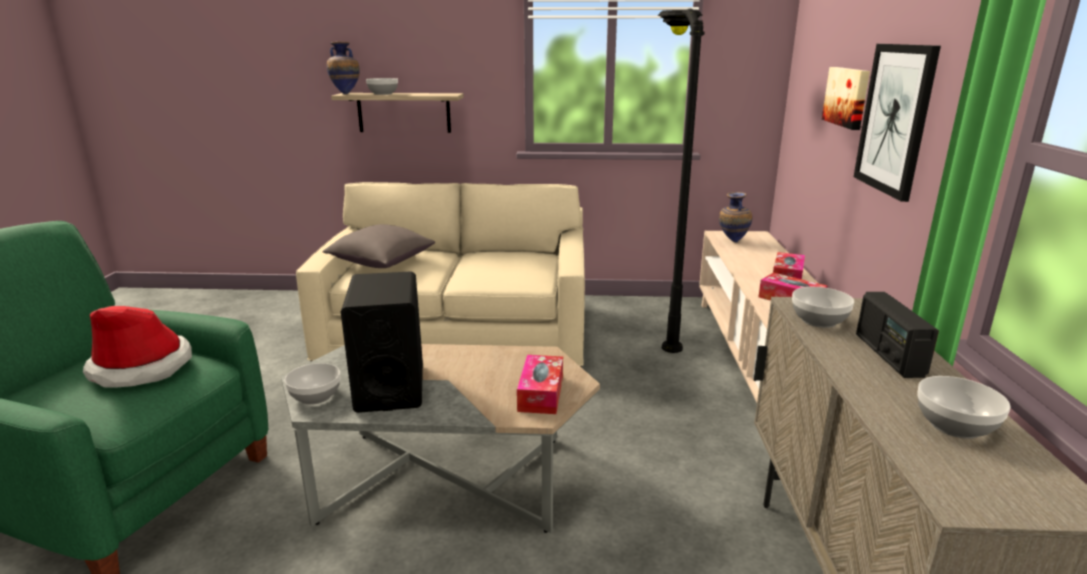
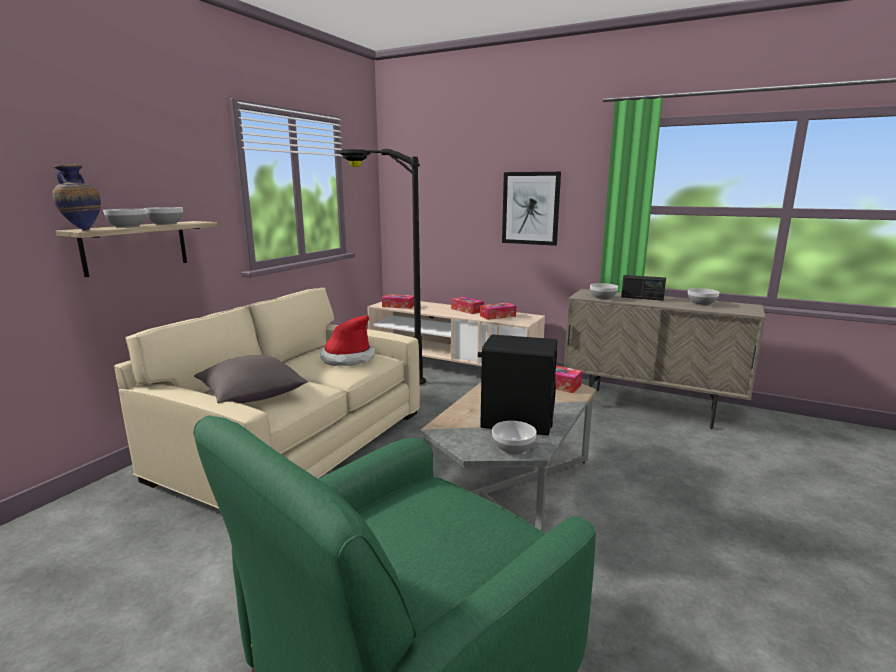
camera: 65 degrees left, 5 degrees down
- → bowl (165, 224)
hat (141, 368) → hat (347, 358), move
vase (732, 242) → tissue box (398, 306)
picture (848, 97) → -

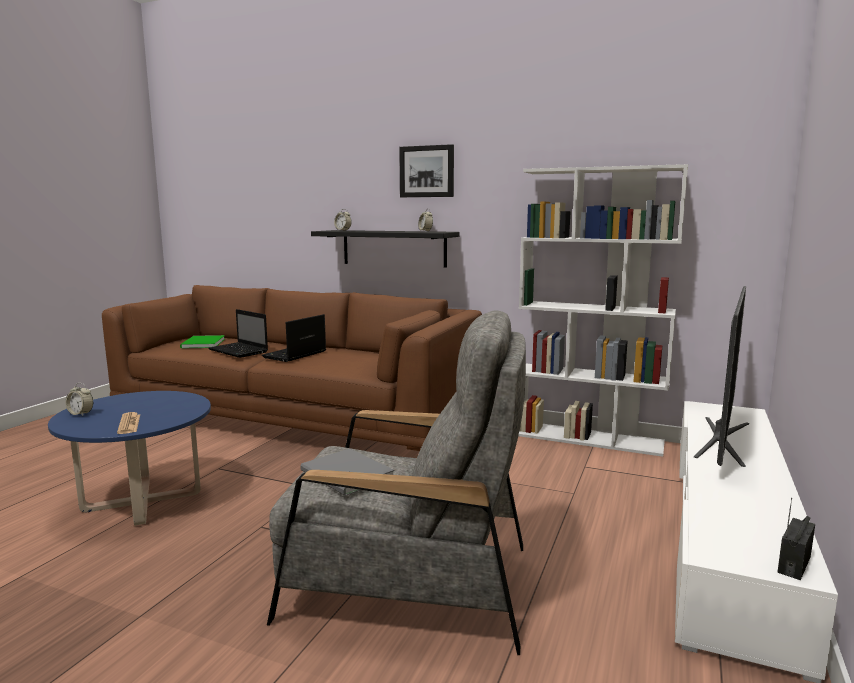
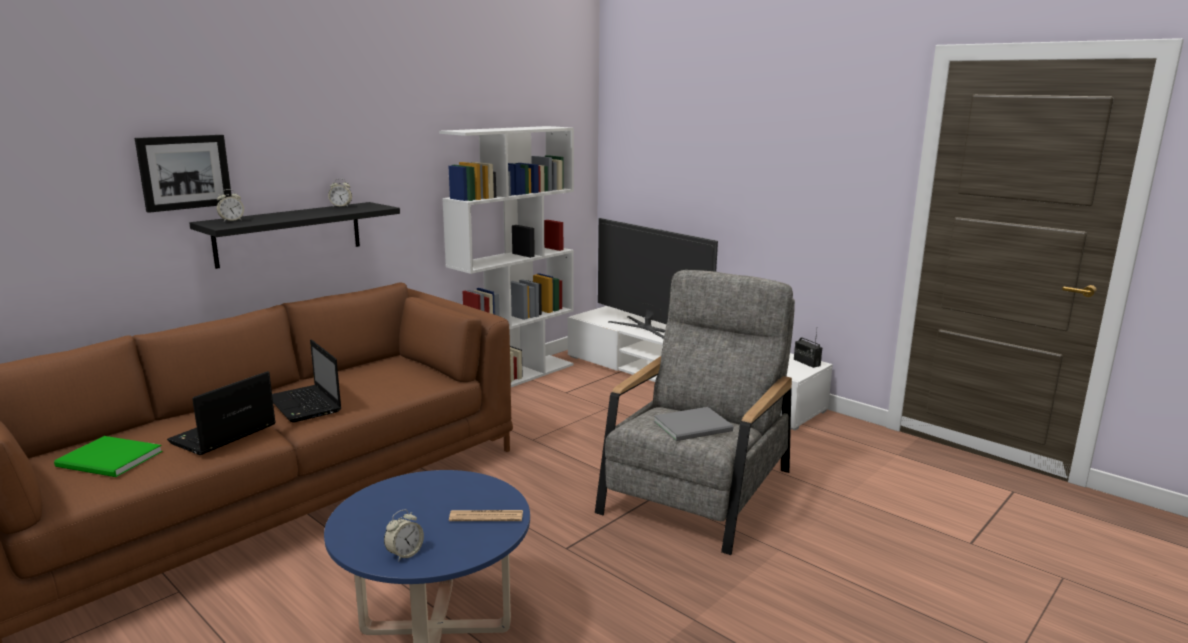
camera: 70 degrees left, 5 degrees up
picture (427, 171) → picture (184, 172), move
laptop (239, 351) → laptop (222, 435), 150 degrees clockwise

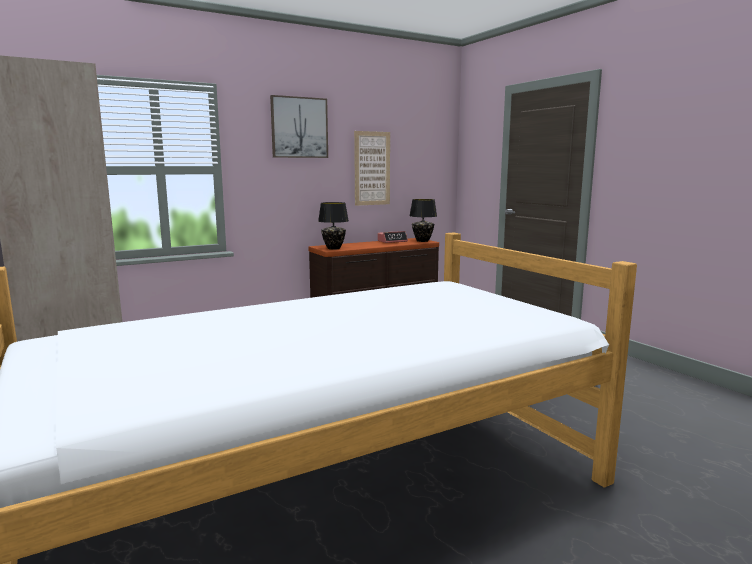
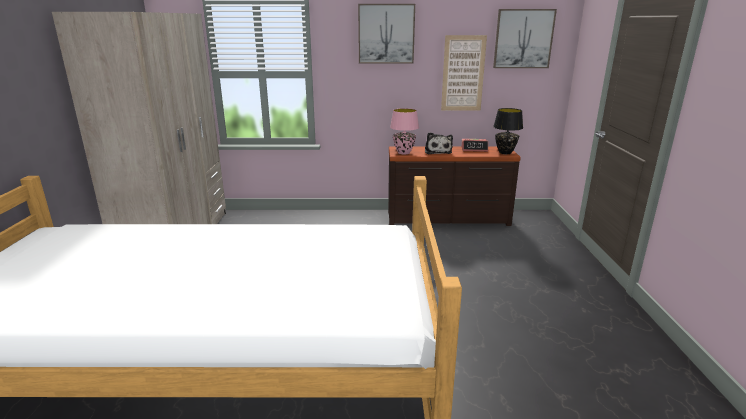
camera: 30 degrees right, 10 degrees up
black table lamp (333, 248) → pink table lamp (404, 152)
- → plush toy (437, 151)
- → picture (523, 39)

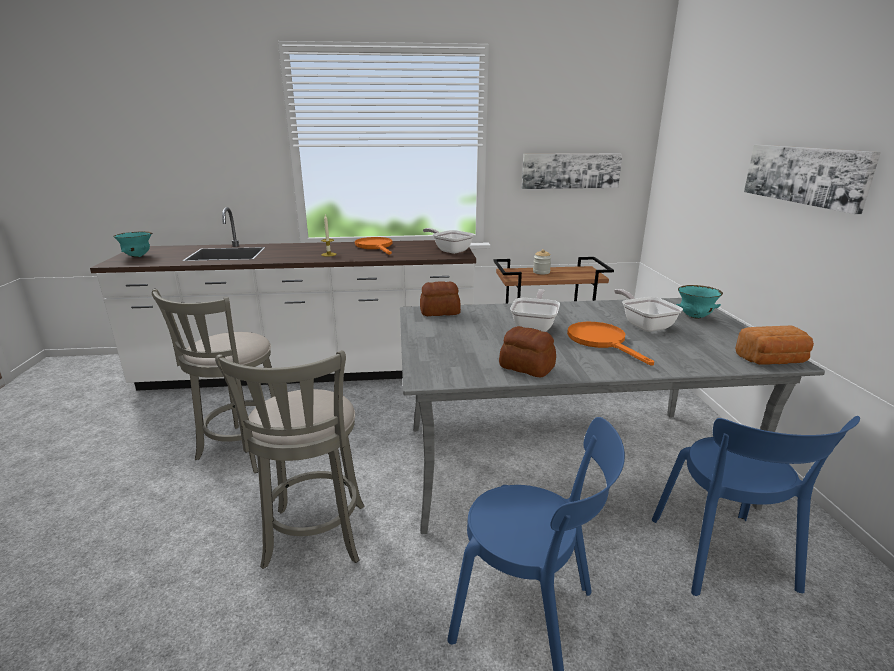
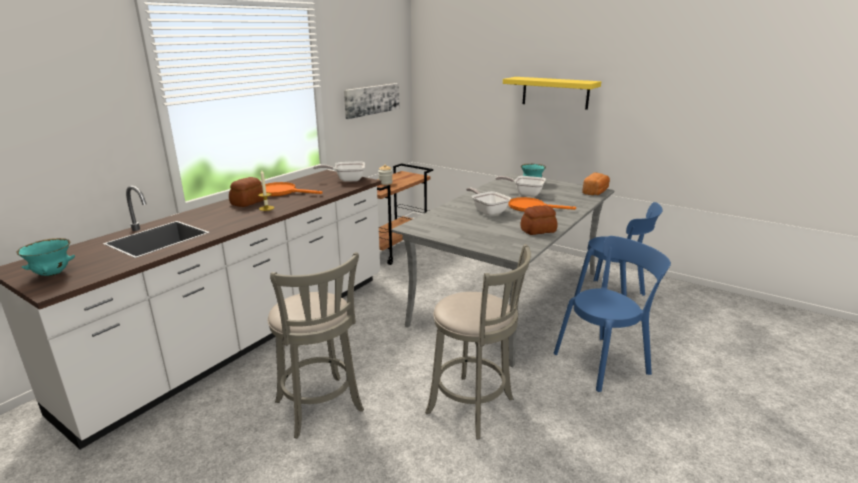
camera: 50 degrees left, 0 degrees up
bread (439, 312) → bread (247, 202), move
picture (805, 175) → yellow shelf (555, 92)

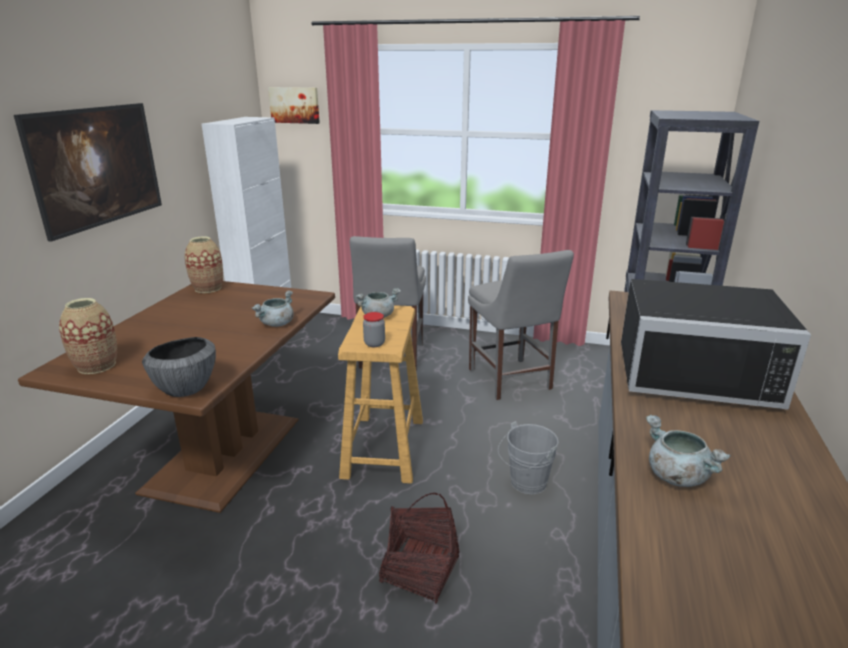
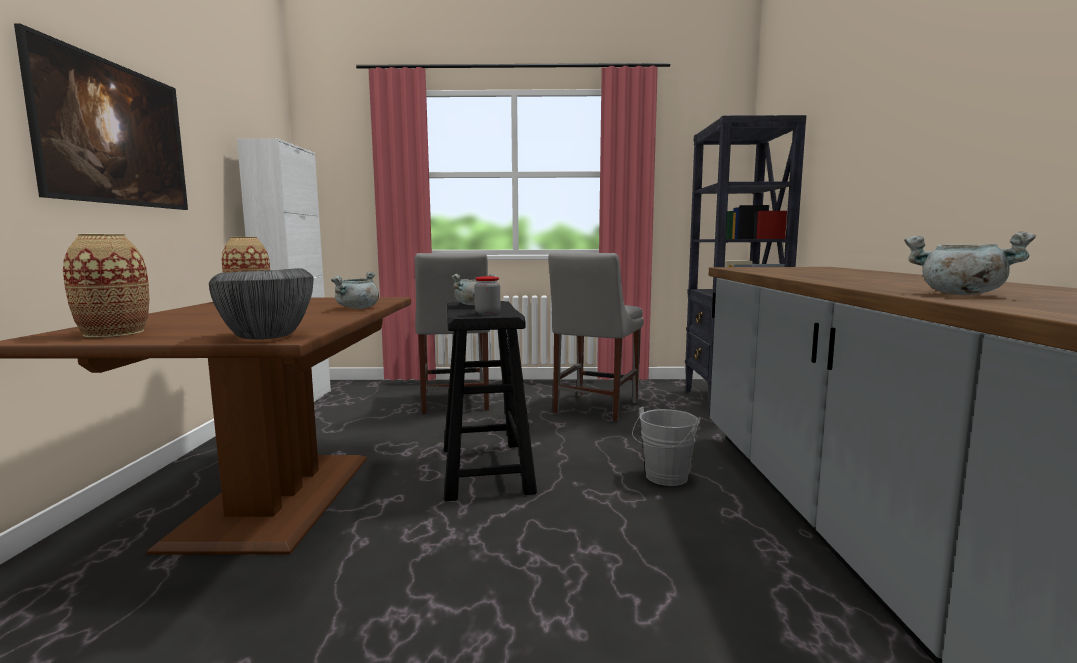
camera: 15 degrees left, 15 degrees down
beige stool (383, 448) → black stool (485, 470)
grey chair (511, 381) → grey chair (594, 408), 60 degrees clockwise
picture (295, 105) → -
basket (419, 570) → -
black microwave (693, 371) → -

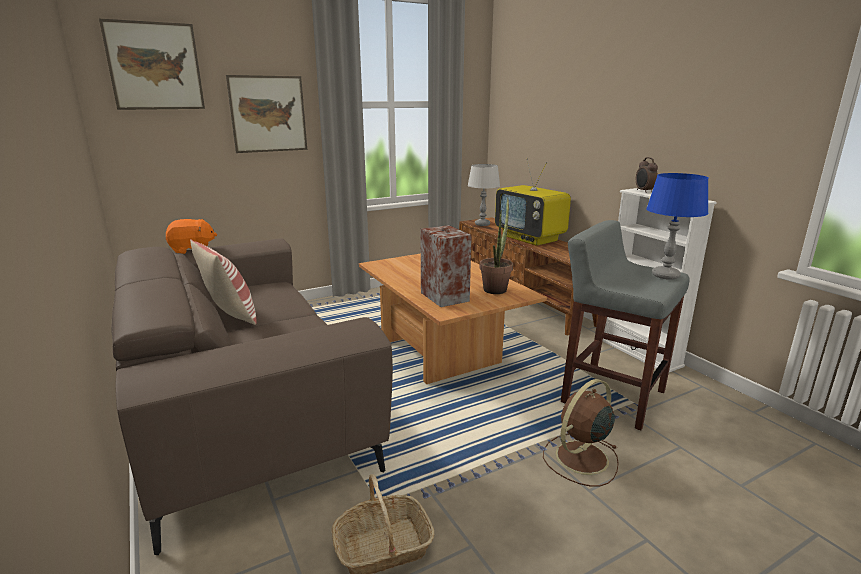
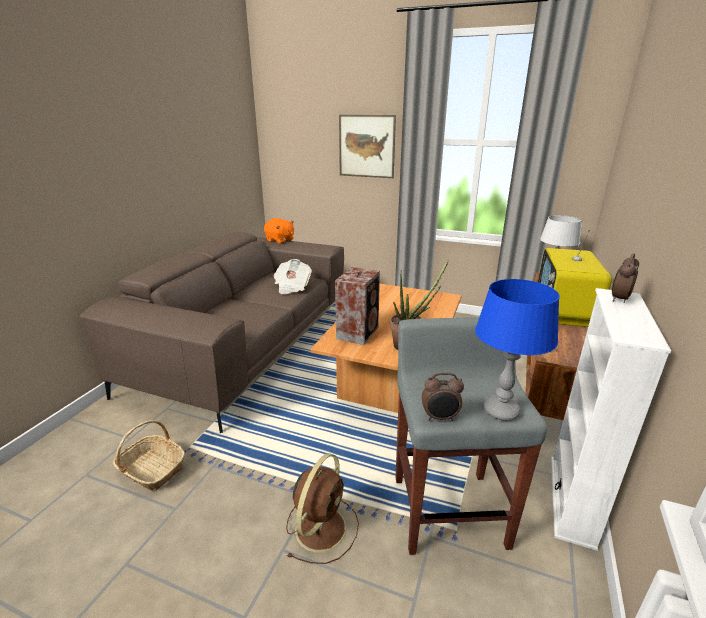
camera: 50 degrees right, 5 degrees up
- → newspaper (292, 287)
brown fan (580, 458) → brown fan (322, 526), 105 degrees clockwise
- → alarm clock (440, 418)
picture (155, 66) → -
pillow (231, 314) → -

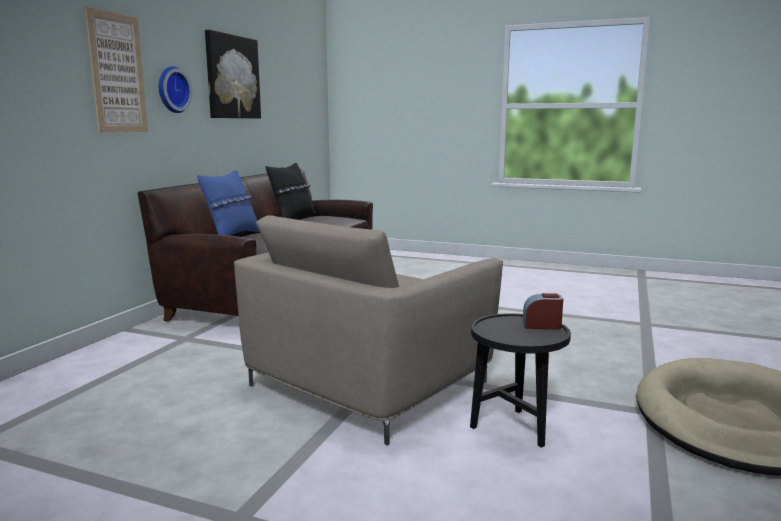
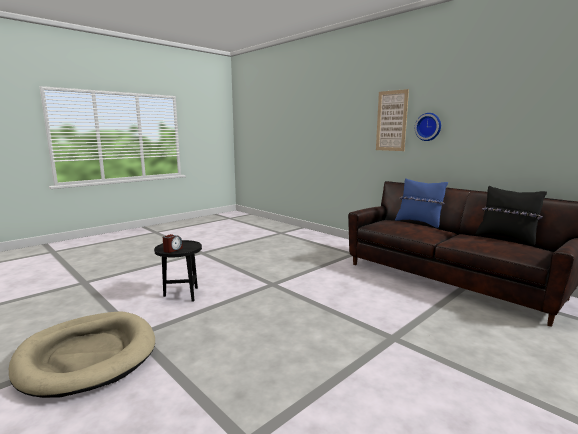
camera: 115 degrees right, 0 degrees up
picture (232, 77) → -
beige armchair (367, 383) → -

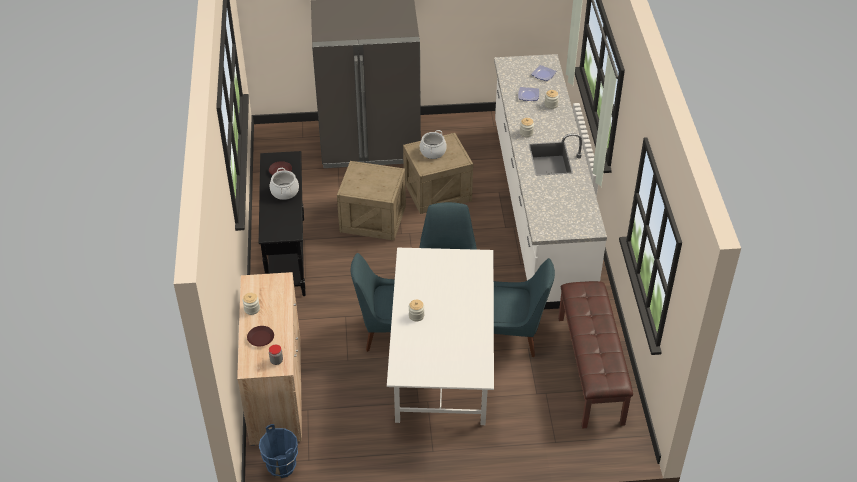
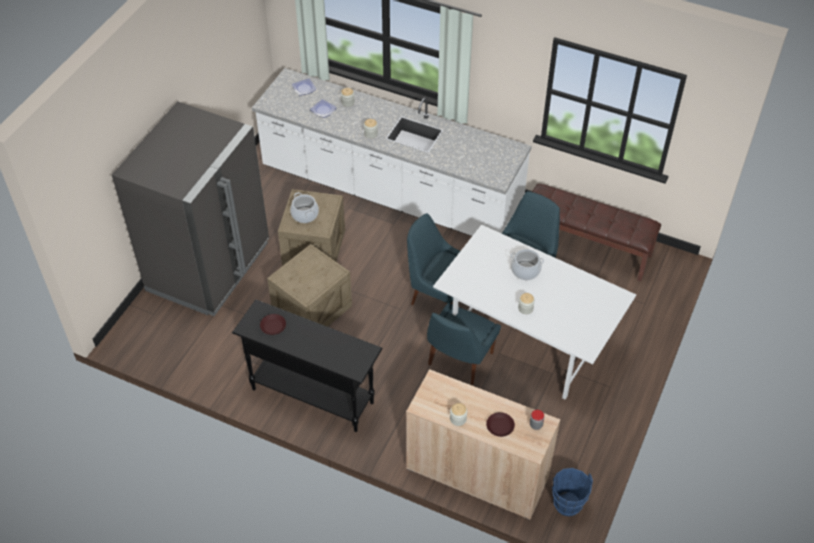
camera: 60 degrees left, 5 degrees up
cooking pot (285, 191) → cooking pot (525, 270), move

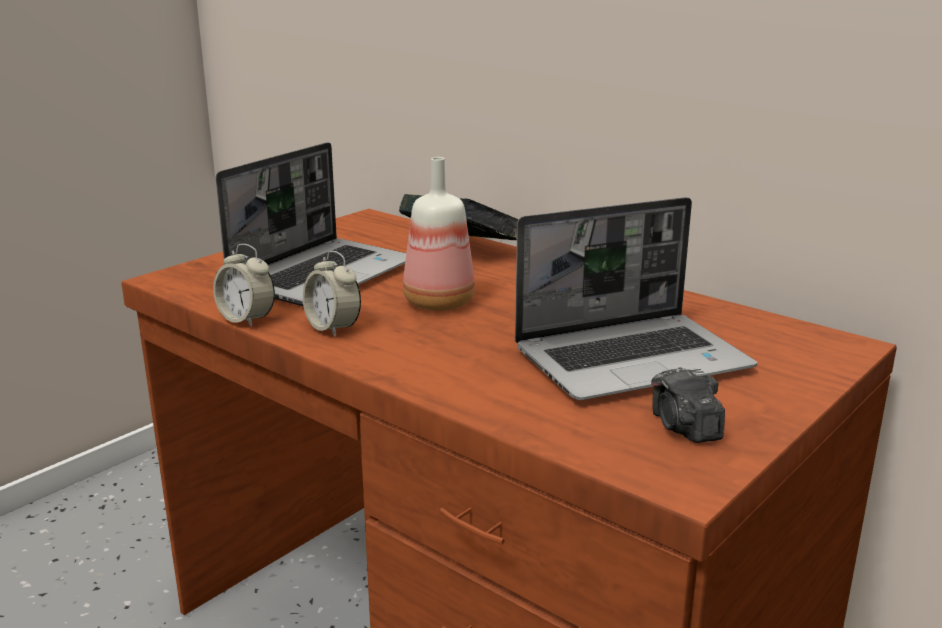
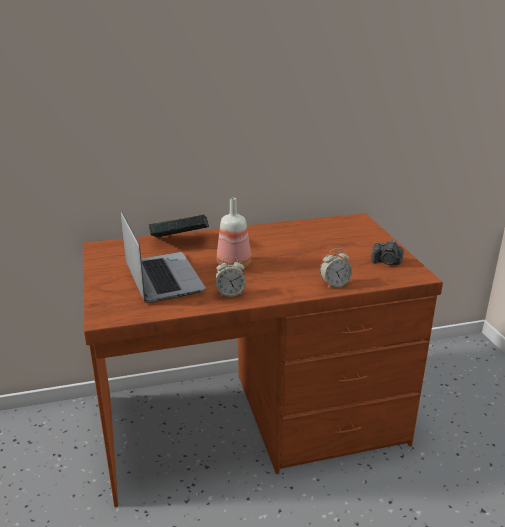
camera: 55 degrees left, 5 degrees up
alarm clock (246, 319) → alarm clock (334, 284), move
laptop (633, 359) → -

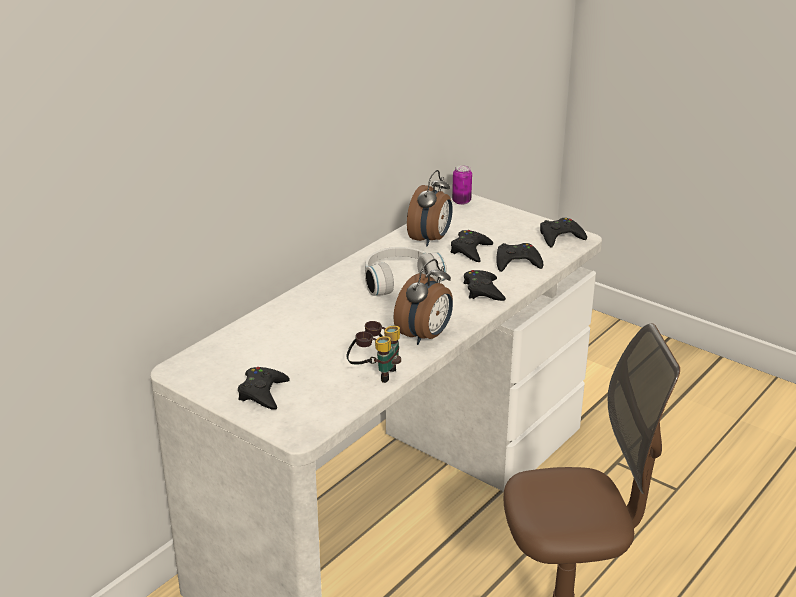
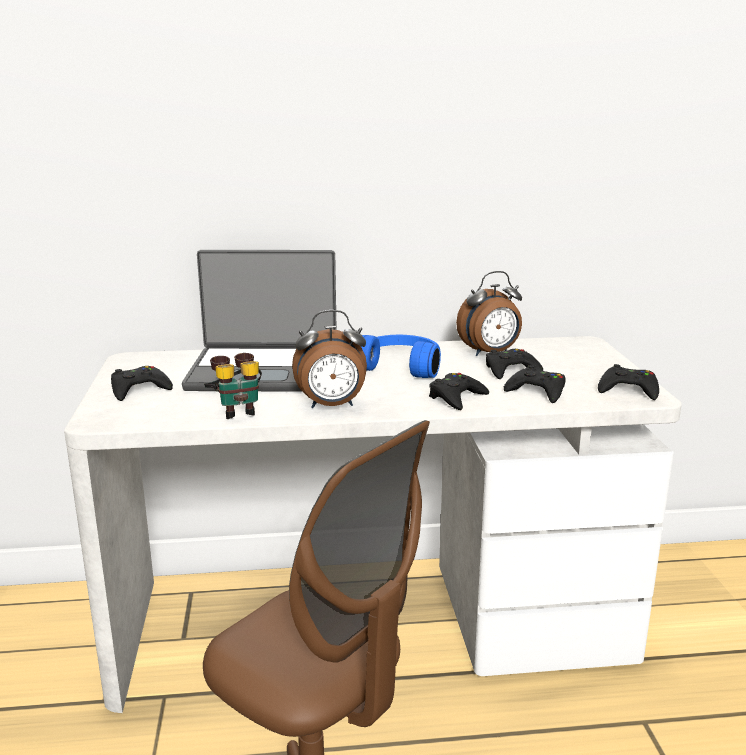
camera: 45 degrees right, 10 degrees down
- → laptop (265, 371)
white headphones (399, 280) → blue headphones (400, 367)
can (461, 201) → -

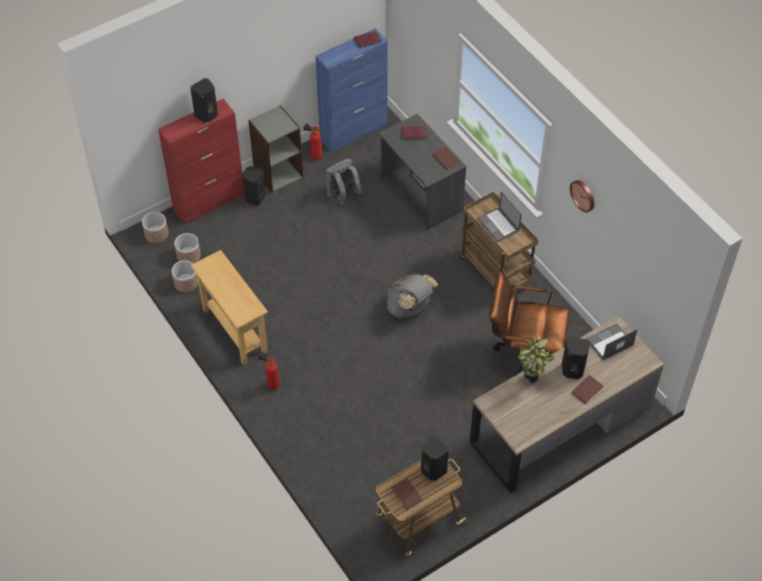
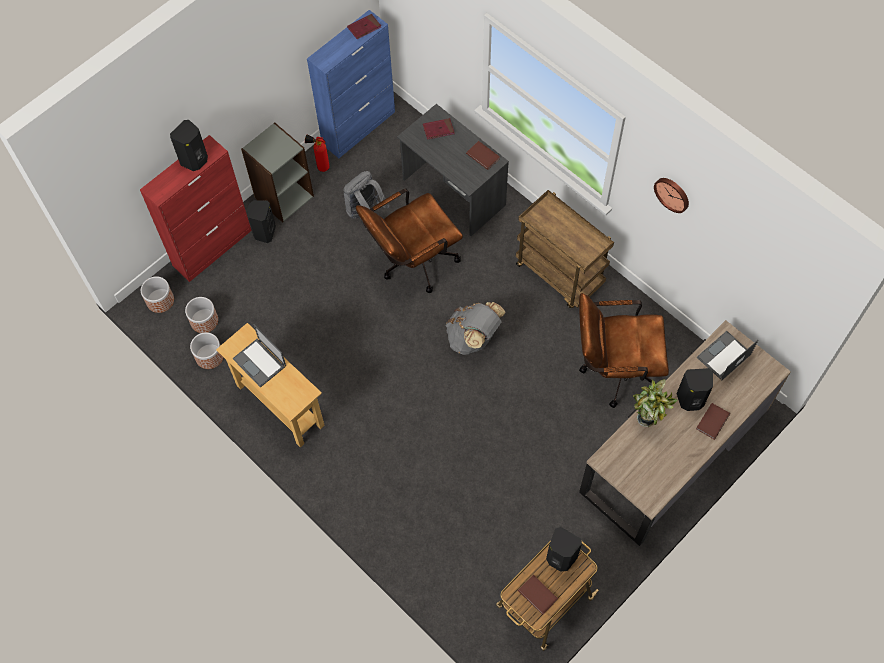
camera: 10 degrees left, 10 degrees up
laptop (498, 225) → laptop (260, 362), move
- → brown office chair (412, 262)
fire extinguisher (271, 384) → -

